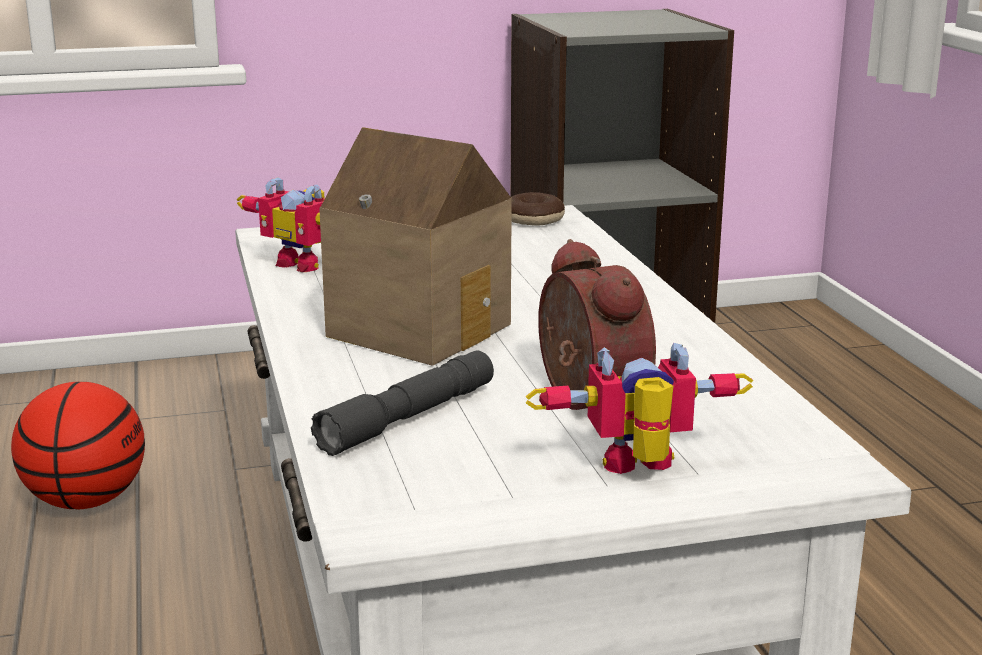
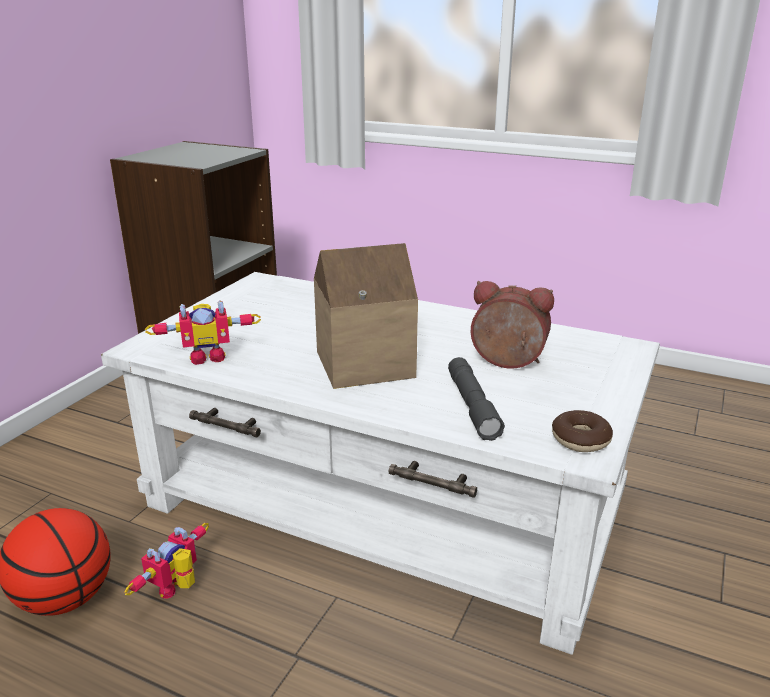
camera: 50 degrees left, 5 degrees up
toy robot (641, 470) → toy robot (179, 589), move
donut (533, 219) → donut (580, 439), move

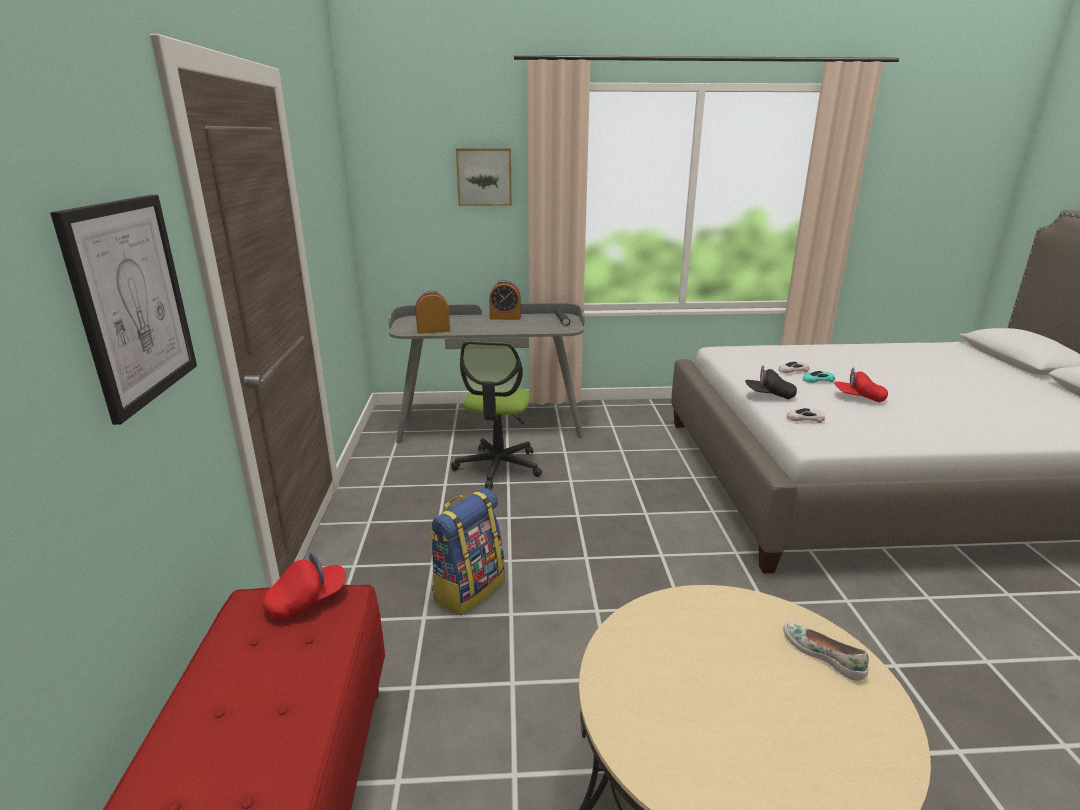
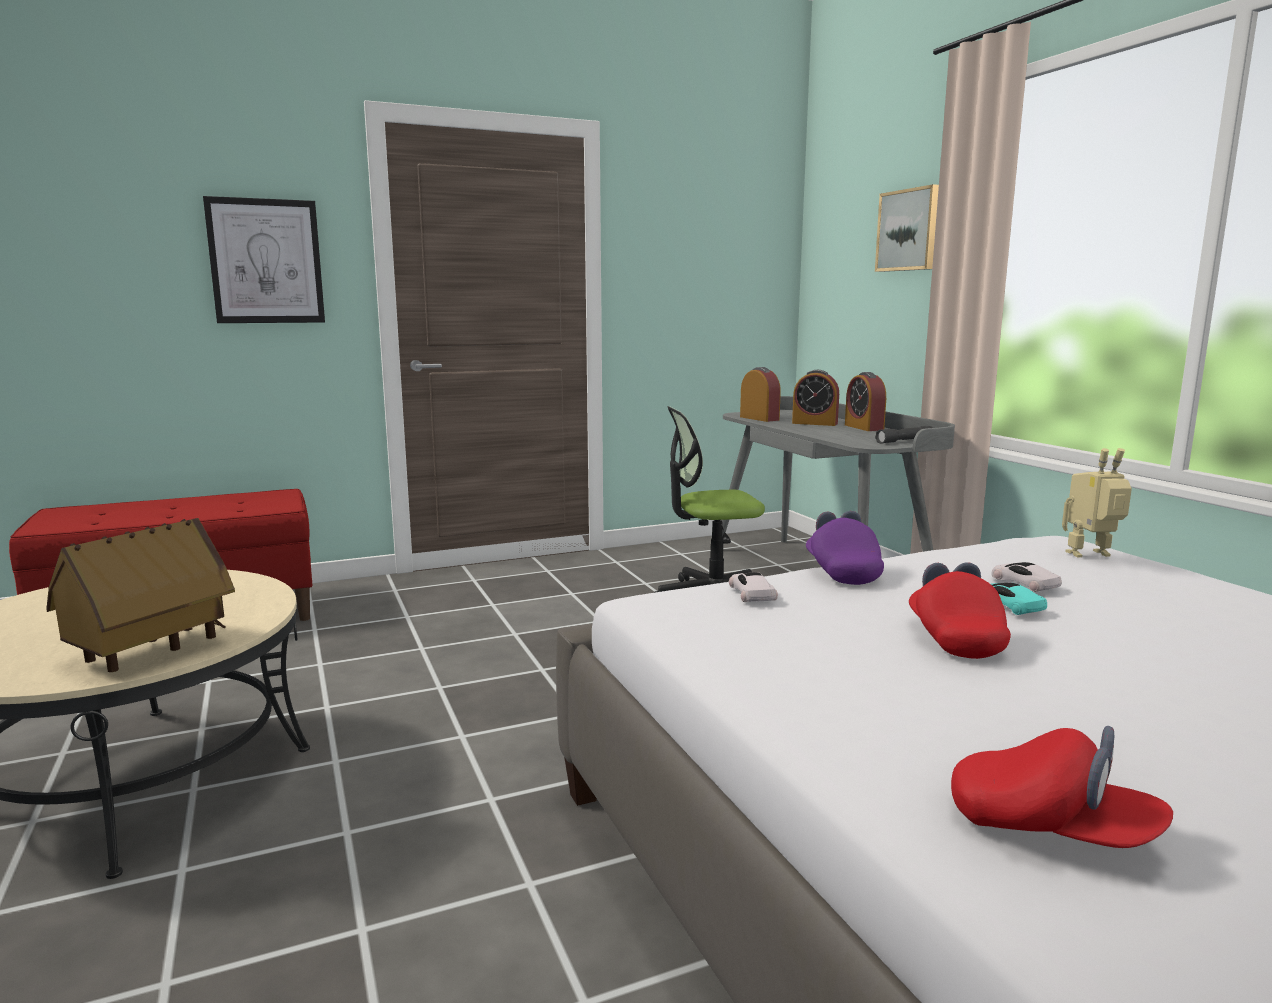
camera: 70 degrees right, 10 degrees down
white shoe (823, 654) → toy house (152, 651)
- → alarm clock (814, 423)
black cap (769, 395) → purple cap (842, 571)
red cap (307, 601) → red cap (1050, 829), move
- → toy robot (1092, 555)
backpack (468, 589) → -

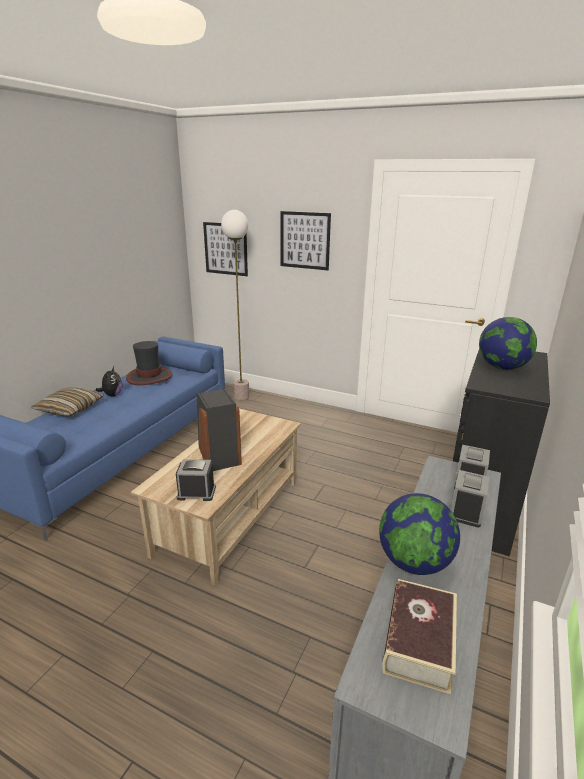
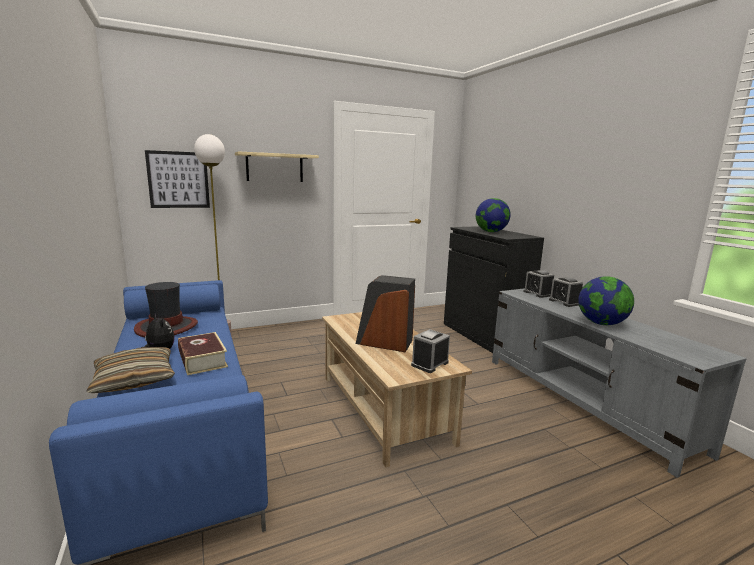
camera: 50 degrees left, 10 degrees down
book (419, 641) → book (202, 360), move
picture (304, 240) → beige shelf (274, 168)

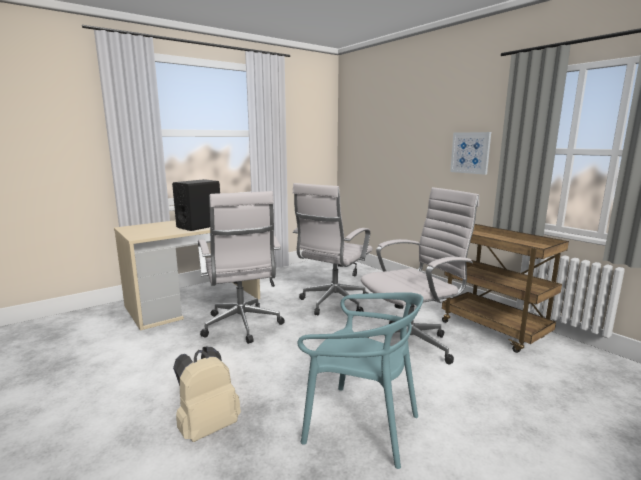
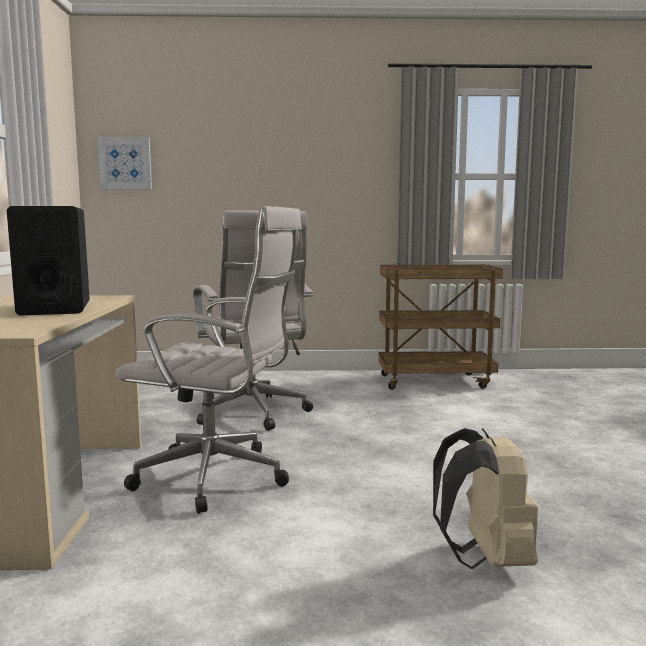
camera: 55 degrees left, 5 degrees down
picture (470, 152) → picture (125, 163), move
turquoise chair (361, 425) → -
white office chair (412, 345) → -

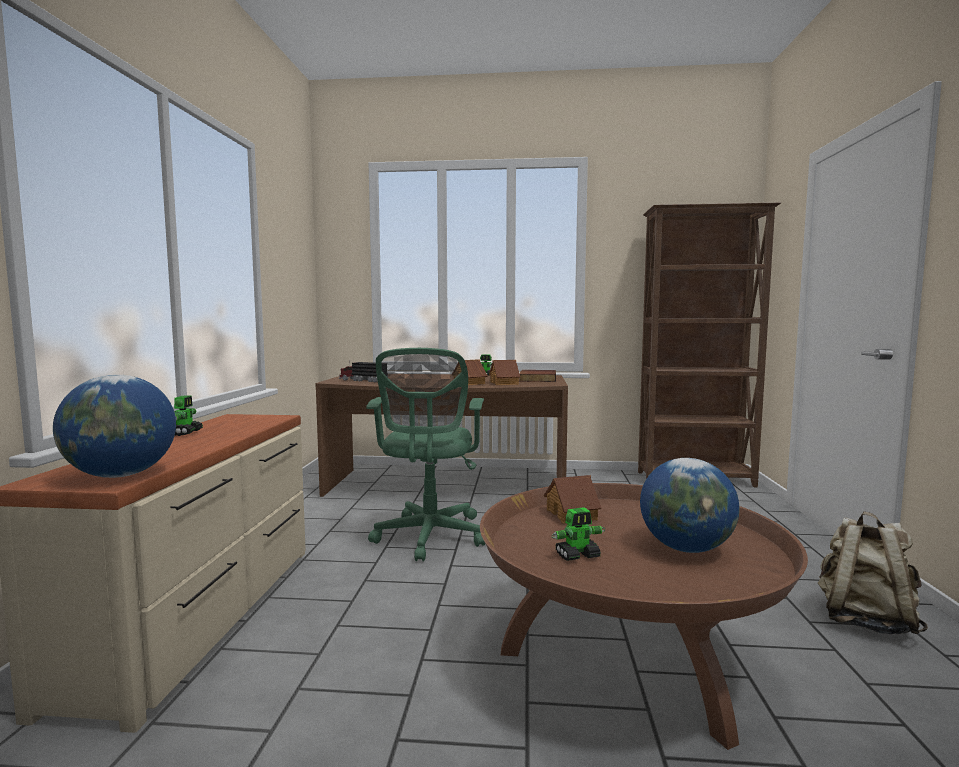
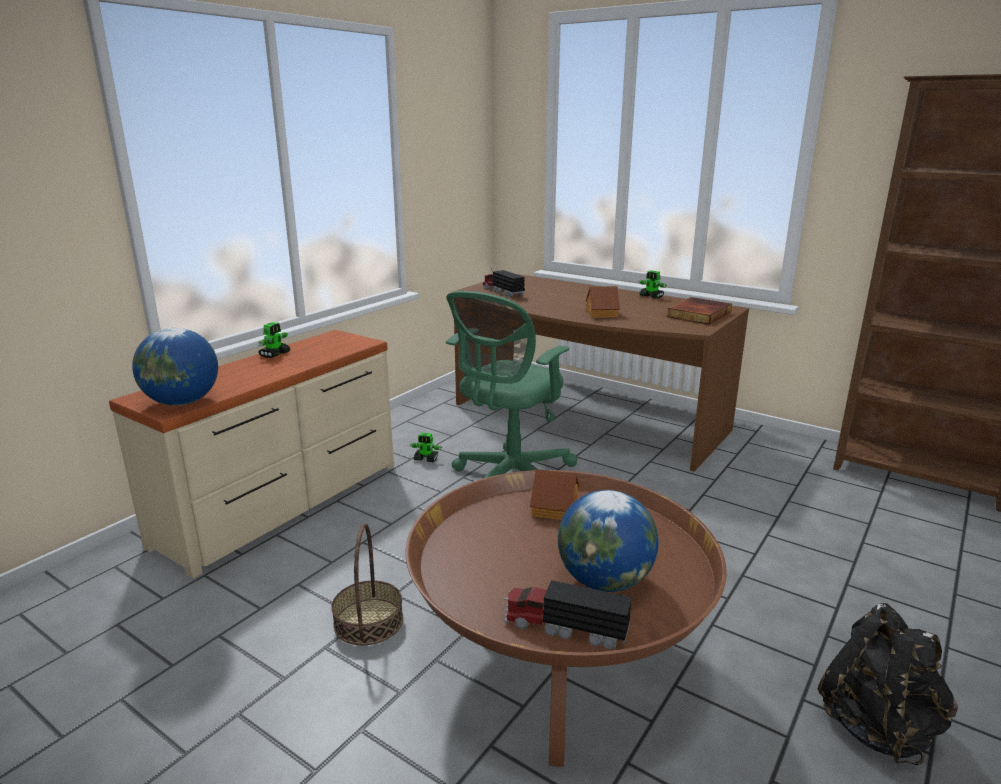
camera: 30 degrees right, 15 degrees up
- → basket (368, 621)
toy robot (578, 555) → toy robot (426, 459), move
- → toy truck (564, 627)
beige backpack (865, 621) → black backpack (878, 725)
toy house (504, 383) → -

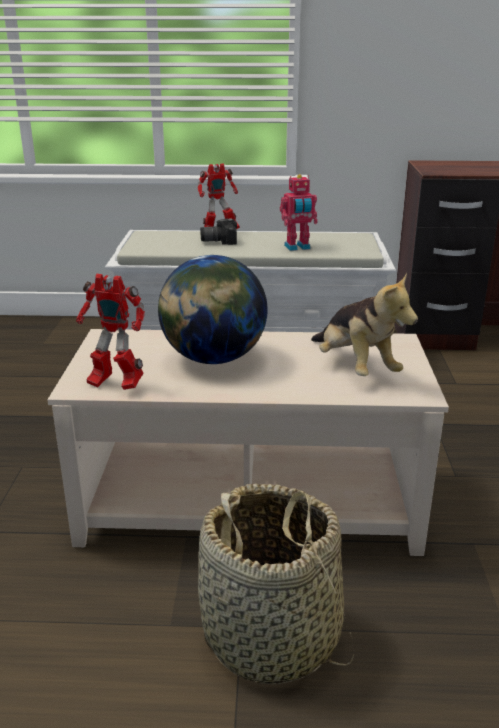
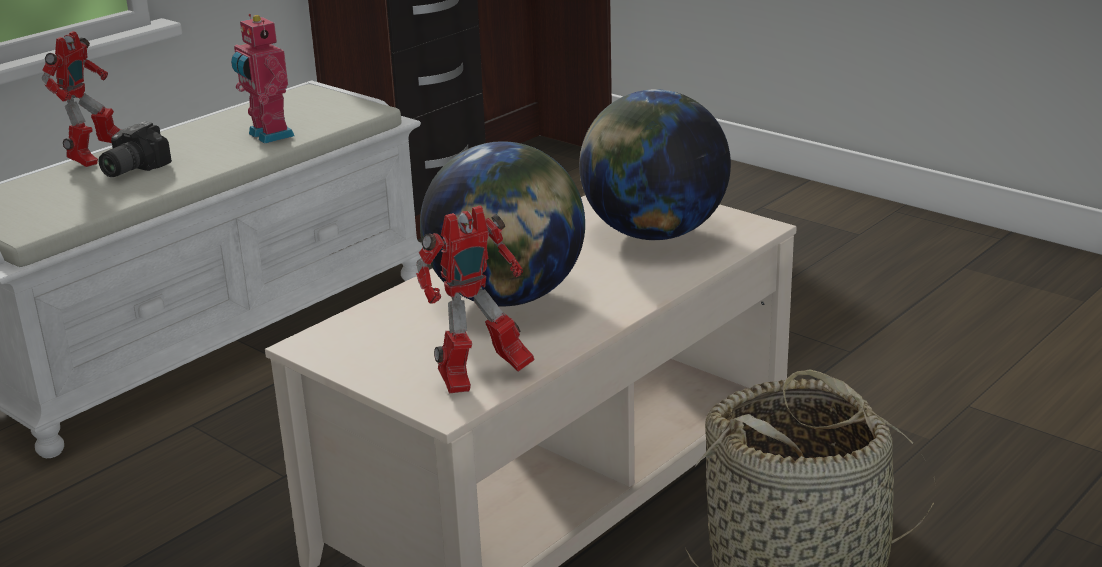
camera: 50 degrees left, 0 degrees up
toy robot (297, 247) → toy robot (268, 135), 120 degrees clockwise
plush toy (355, 367) → globe (653, 233)

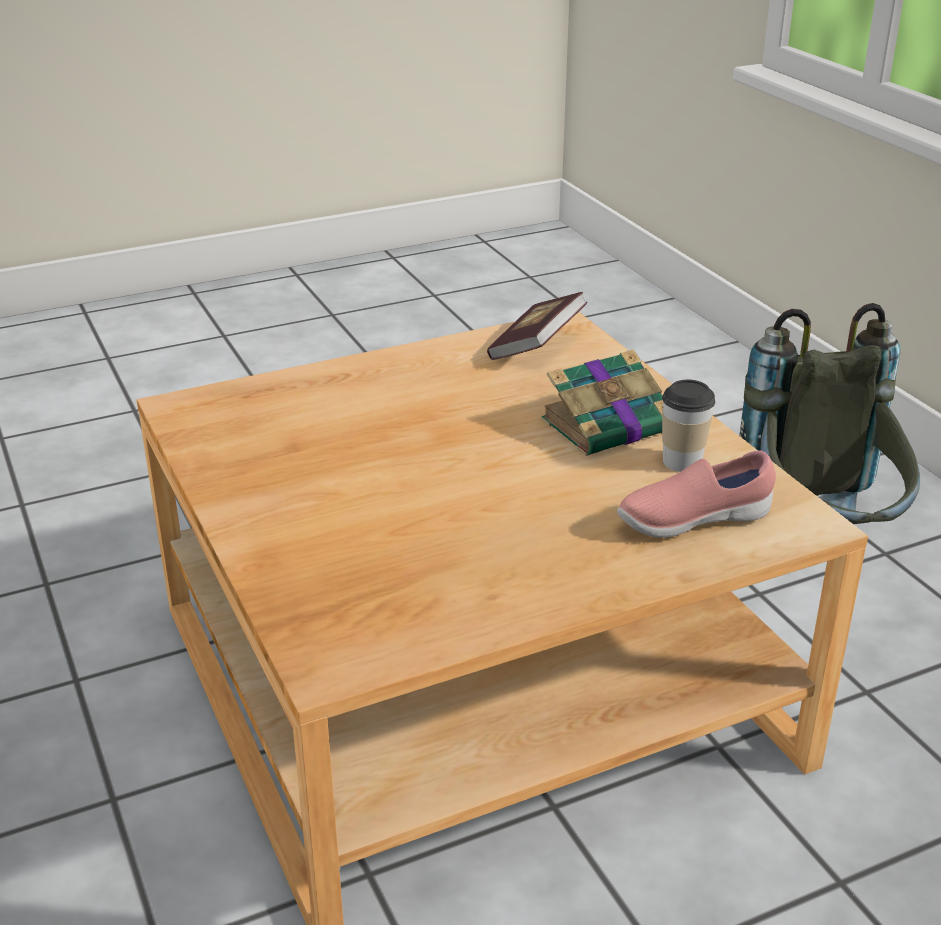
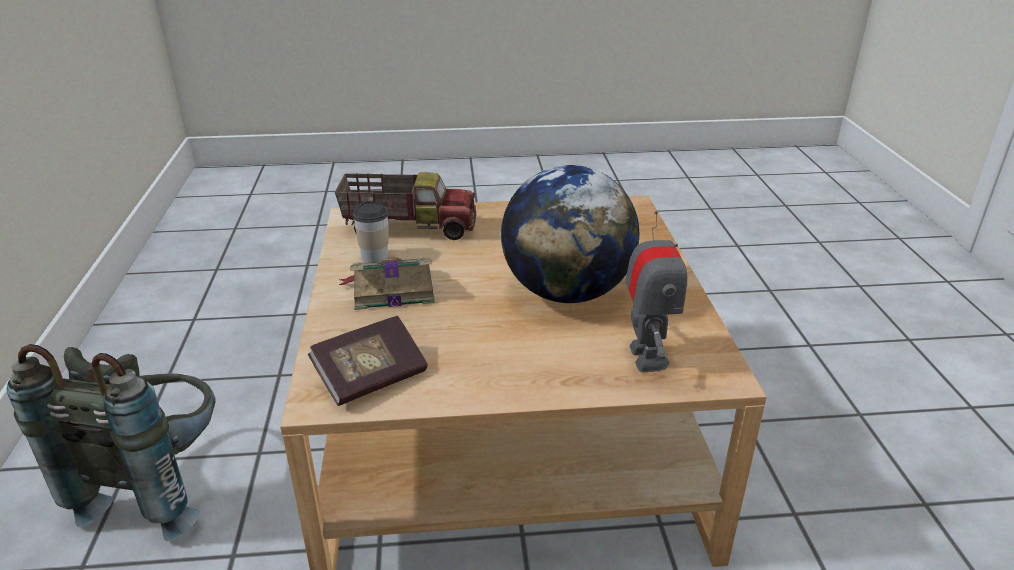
camera: 160 degrees left, 0 degrees up
pink shoe (692, 521) → toy truck (409, 227)
- → globe (567, 292)
- → toy robot (647, 357)

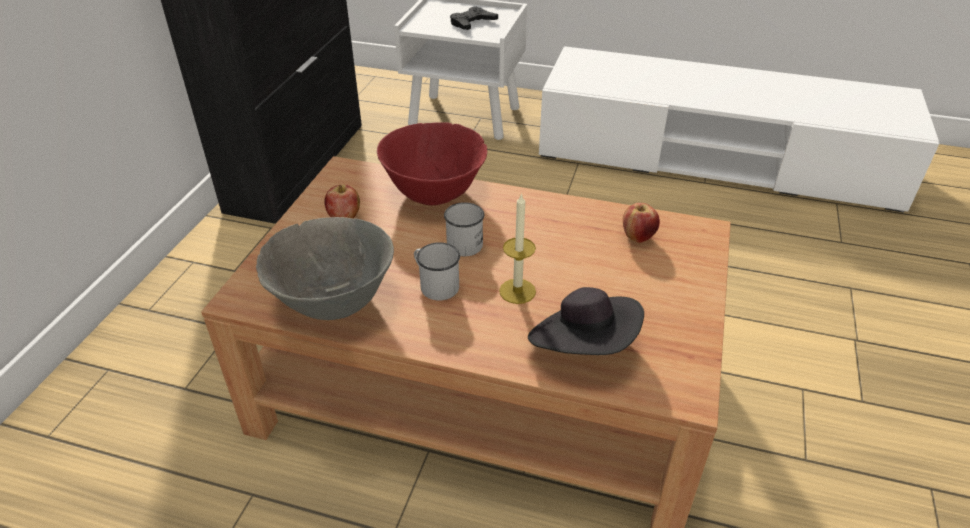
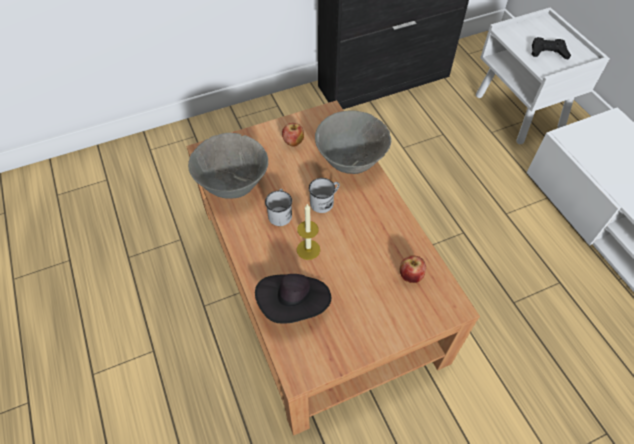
camera: 50 degrees right, 15 degrees up
red bowl (433, 193) → grey bowl (350, 161)

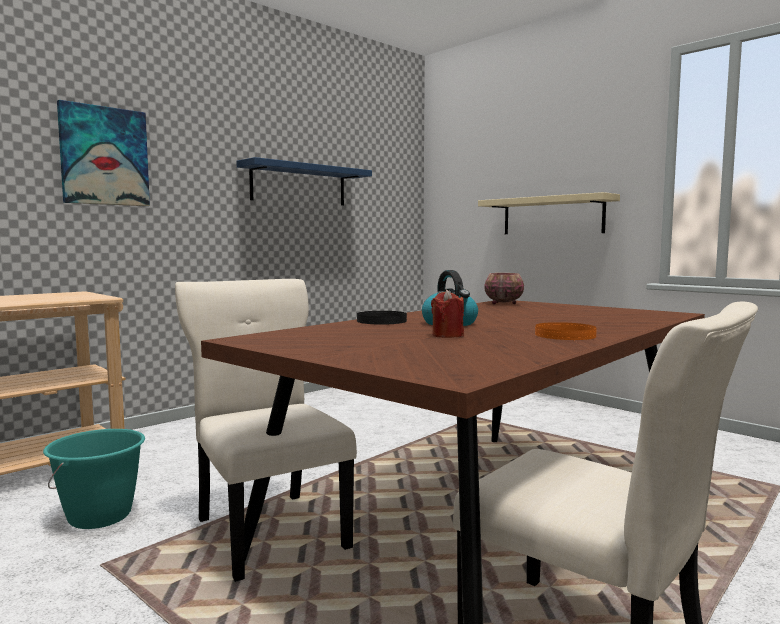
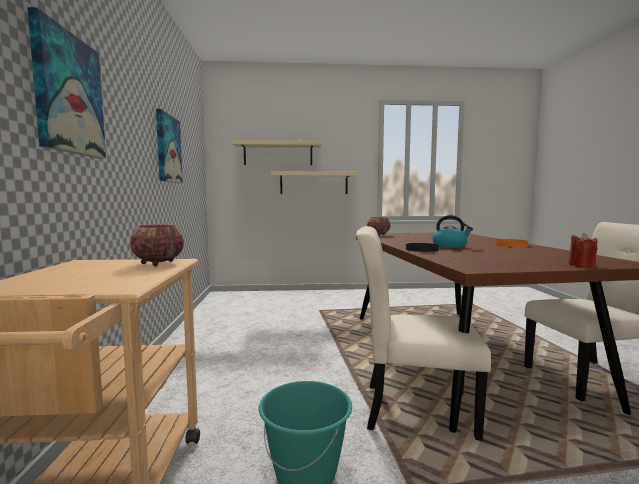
camera: 50 degrees left, 0 degrees up
- → bowl (157, 263)
blue shelf (299, 185) → picture (168, 149)
- → beige shelf (278, 154)
red candle (447, 335) → red candle (581, 265), move

